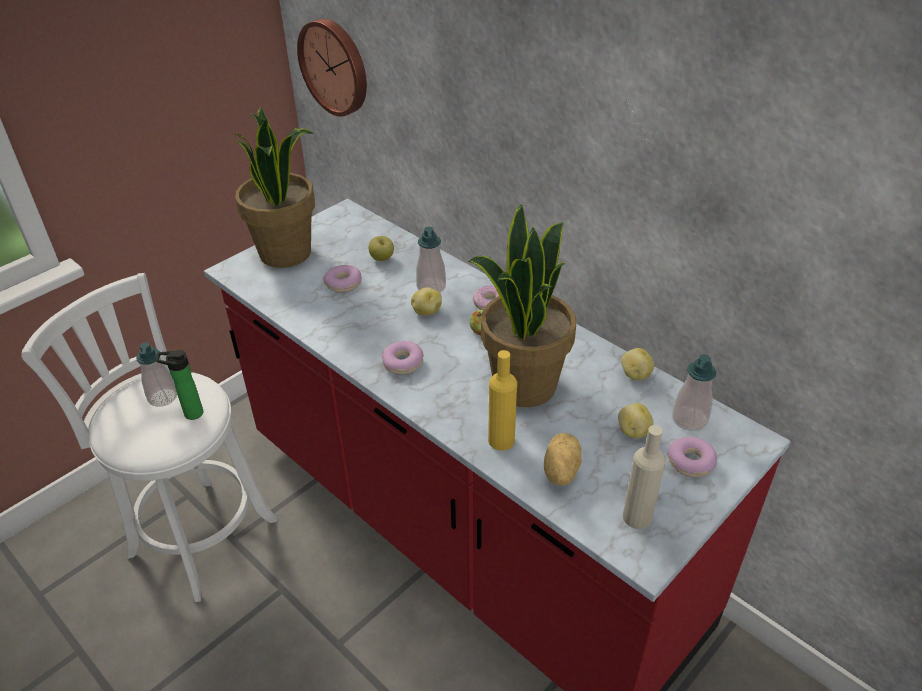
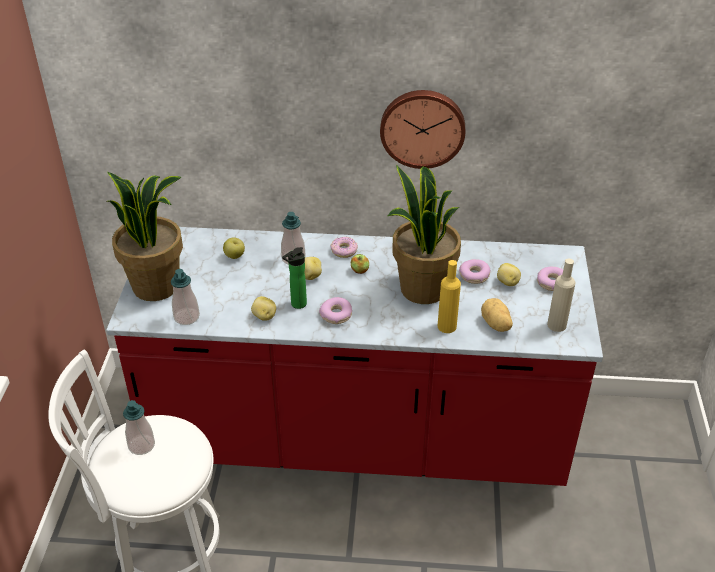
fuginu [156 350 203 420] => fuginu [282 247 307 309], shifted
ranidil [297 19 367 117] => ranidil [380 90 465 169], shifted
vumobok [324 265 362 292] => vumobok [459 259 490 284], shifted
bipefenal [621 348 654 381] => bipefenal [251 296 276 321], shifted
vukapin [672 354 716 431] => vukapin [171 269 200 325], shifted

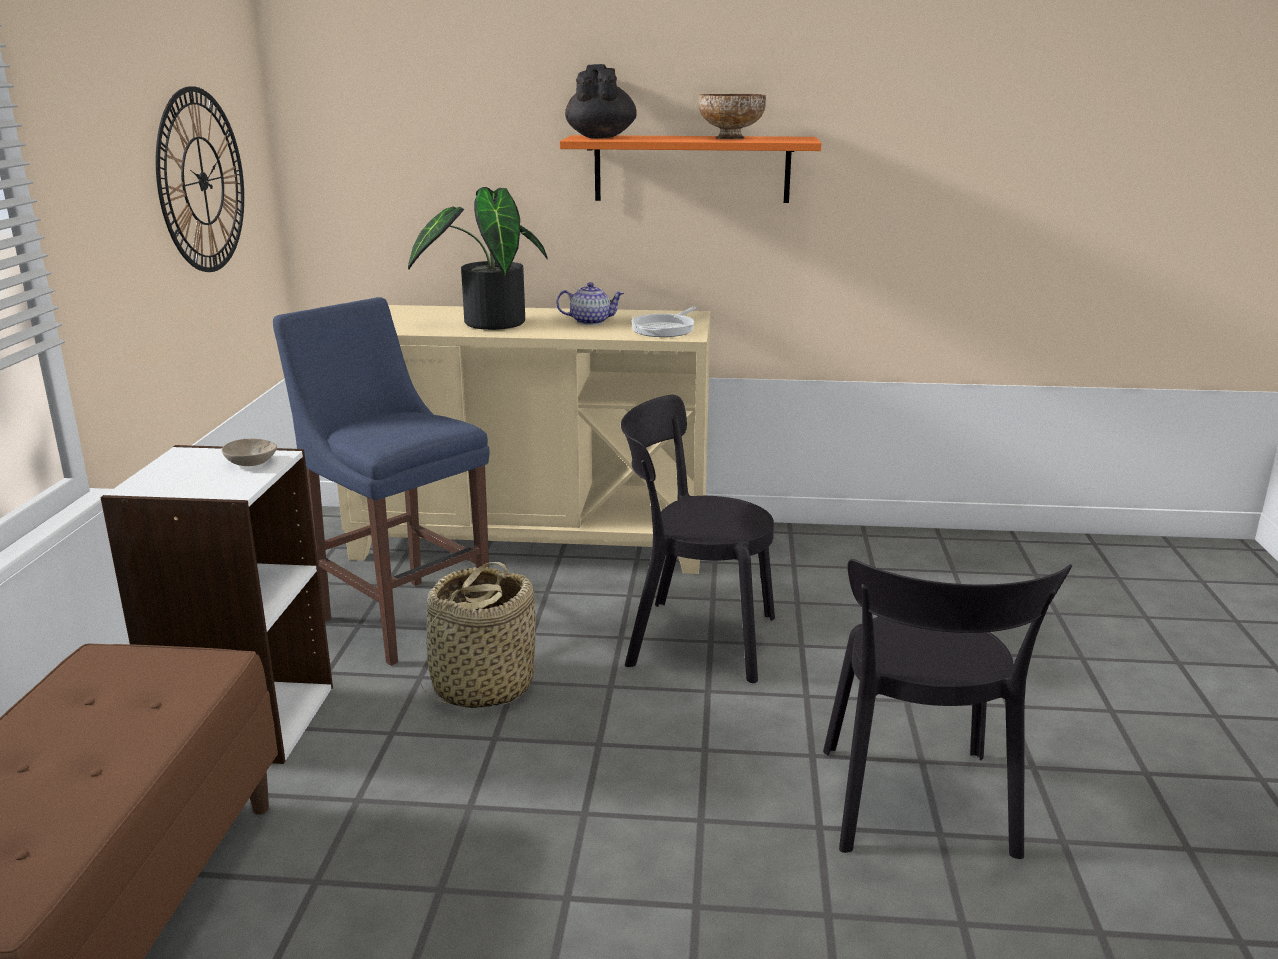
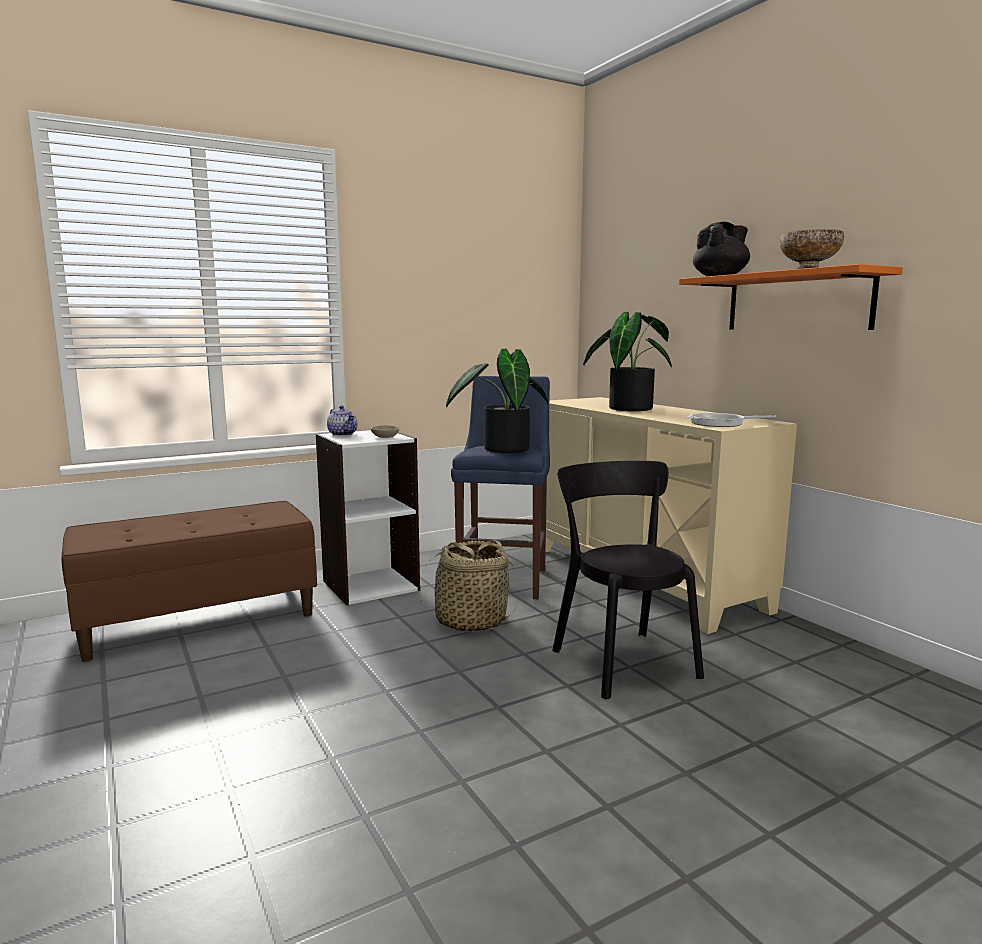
ranidil [156 86 244 272] => nothing
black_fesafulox [823 559 1072 859] => nothing
nothing => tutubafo [446 349 548 453]
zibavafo [556 282 624 325] => zibavafo [327 405 358 436], shifted

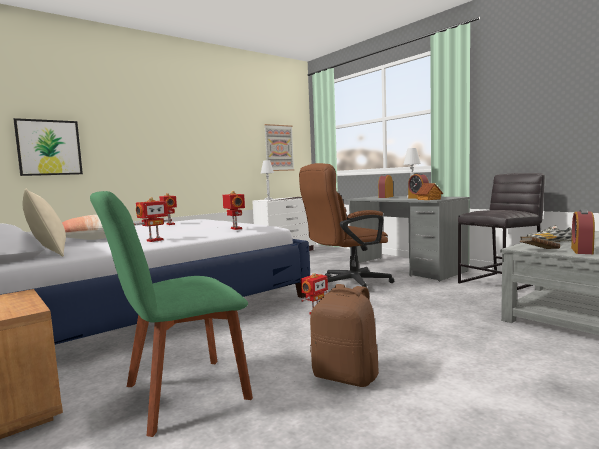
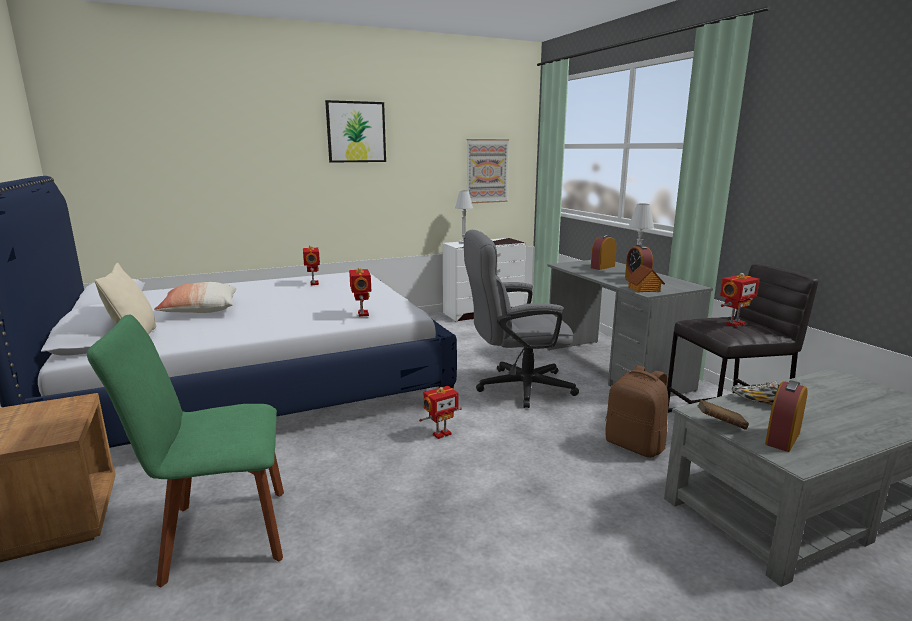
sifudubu [13 118 83 176] => sifudubu [325 100 386 163], shifted
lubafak [134 197 172 242] => lubafak [720 273 760 327], shifted
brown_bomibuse [310 284 379 387] => brown_bomibuse [605 365 668 458], shifted
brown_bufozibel [299 163 394 288] => grey_bufozibel [464 230 579 408]

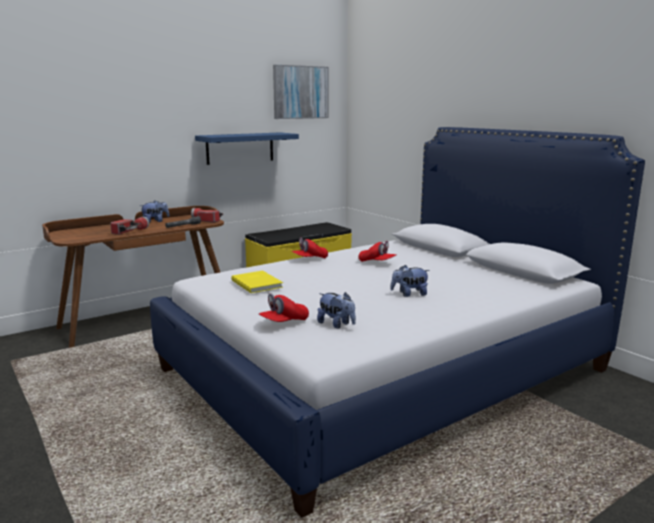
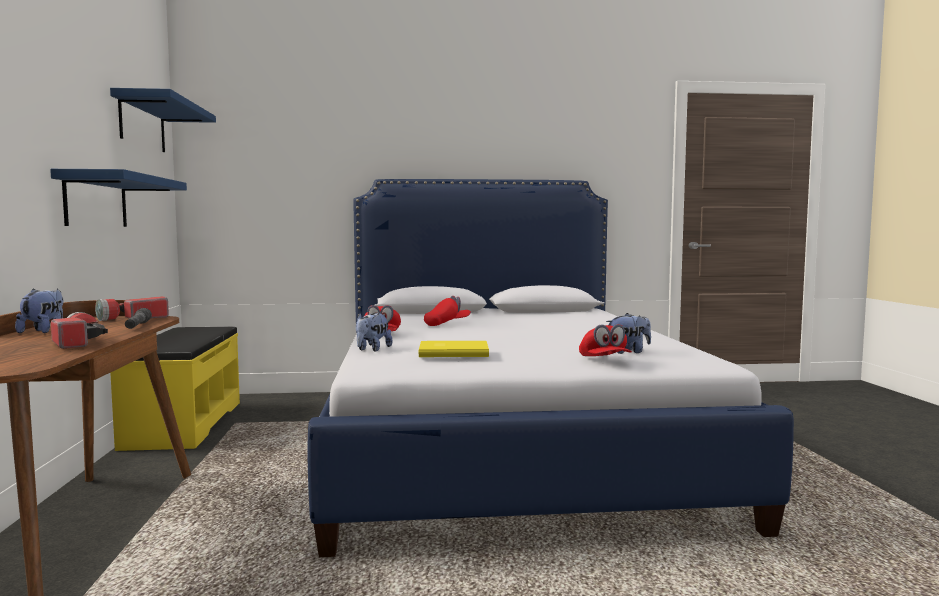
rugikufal [390 265 430 297] => rugikufal [356 313 393 352], shifted
sifudubu [273 65 329 119] => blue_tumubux [110 88 216 152]

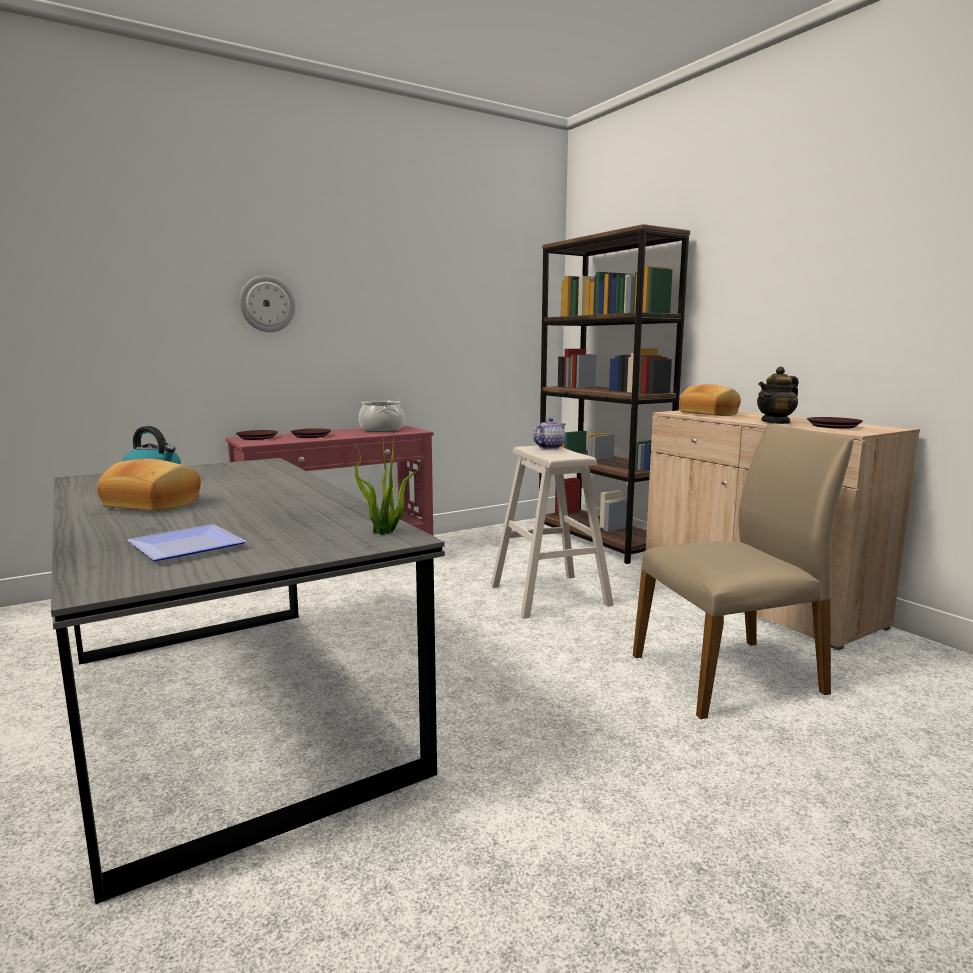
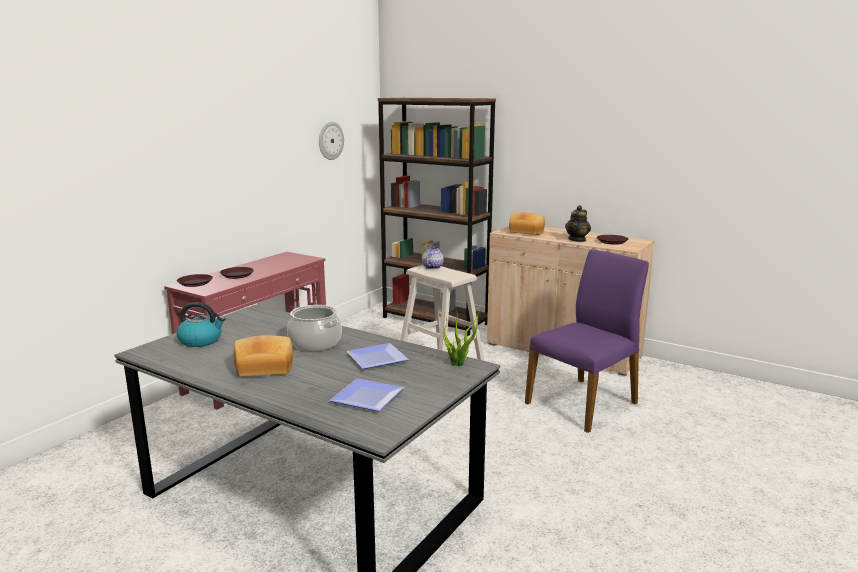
nothing => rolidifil [347 343 409 369]
ranidil [239 275 296 332] => ranidil [319 122 344 160], shifted
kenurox [359 401 404 432] => kenurox [287 305 342 351], shifted
beige_fesafulox [633 424 854 719] => purple_fesafulox [525 250 649 433]

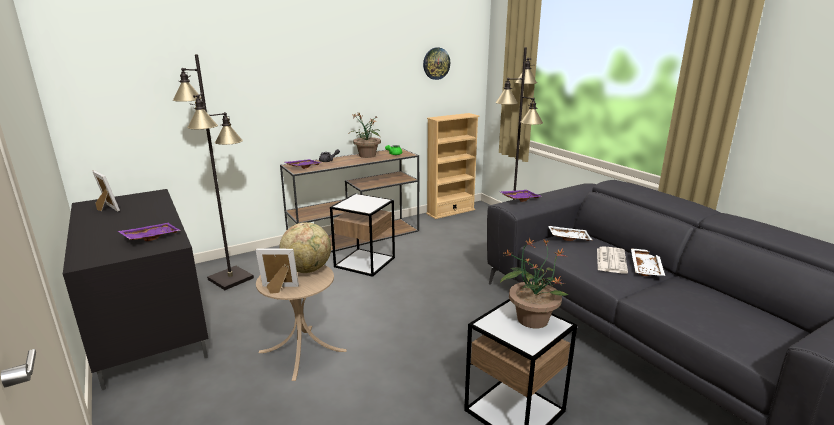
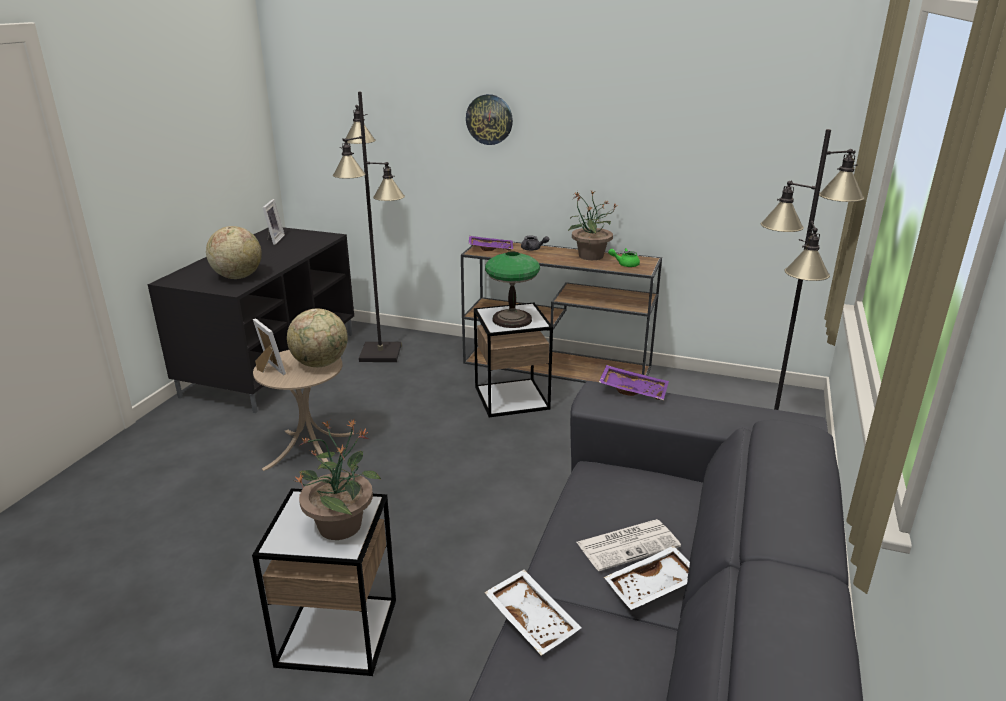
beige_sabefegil [426 113 479 219] => nothing
nothing => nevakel [485 251 540 328]
ranidil [423 47 450 80] => ranidil [466 94 513 145], shifted
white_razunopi [548 226 592 241] => white_razunopi [484 570 582 656], shifted
purple_razunopi [118 223 181 241] => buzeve [206 226 262 279]

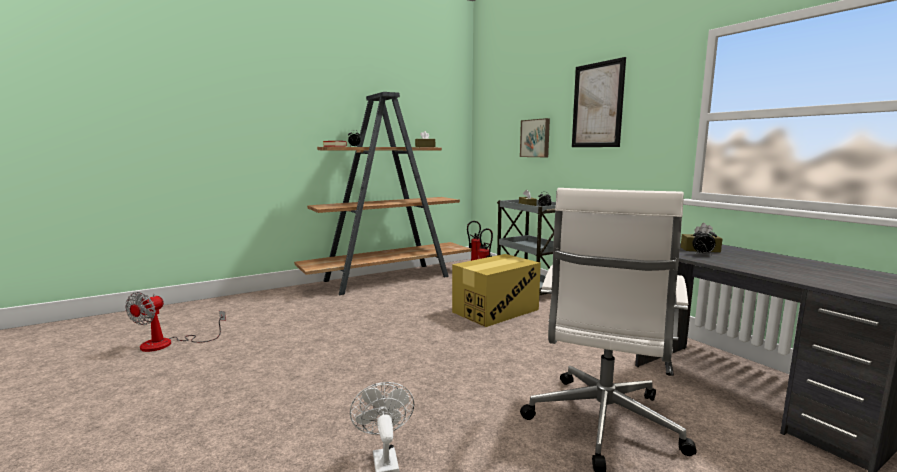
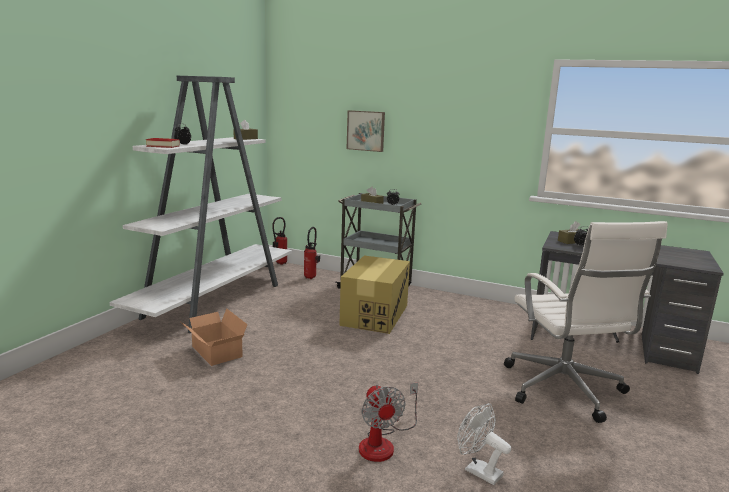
sifudubu [572 57 626 147] => nothing
nothing => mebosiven [181 309 248 366]
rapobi [125 292 226 352] => rapobi [359 382 418 462], shifted
brown_sabefegil [294 92 471 295] => white_sabefegil [110 76 292 333]

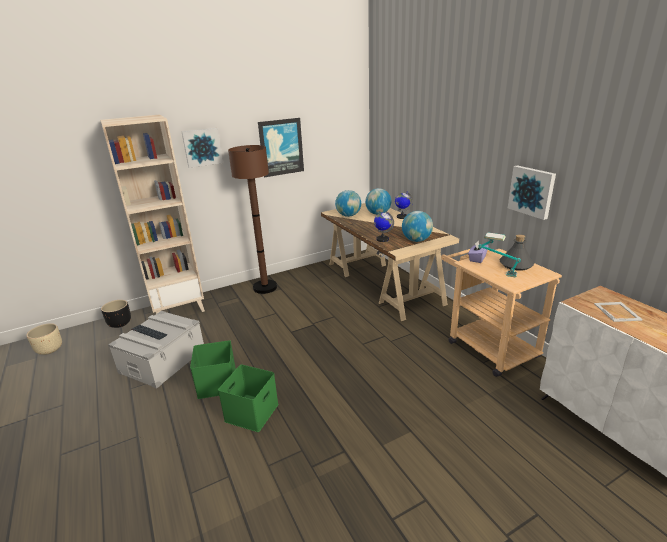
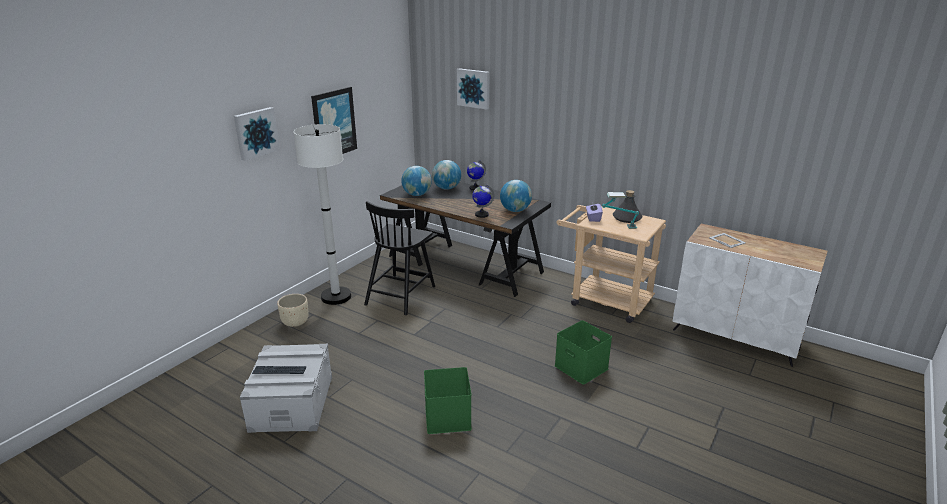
beige_sabefegil [100 114 205 314] => nothing
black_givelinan [101 300 131 328] => nothing
nothing => black_fesafulox [364 201 435 315]
beige_givelinan [26 323 62 355] => beige_givelinan [277 294 309 327], shifted
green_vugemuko [190 340 236 399] => green_vugemuko [555 320 612 385], shifted
sifudubu [508 165 556 220] => sifudubu [457 68 490 110], shifted
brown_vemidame [228 145 277 294] => white_vemidame [293 124 351 305]
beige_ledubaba [321 203 459 321] => black_ledubaba [380 176 551 297]

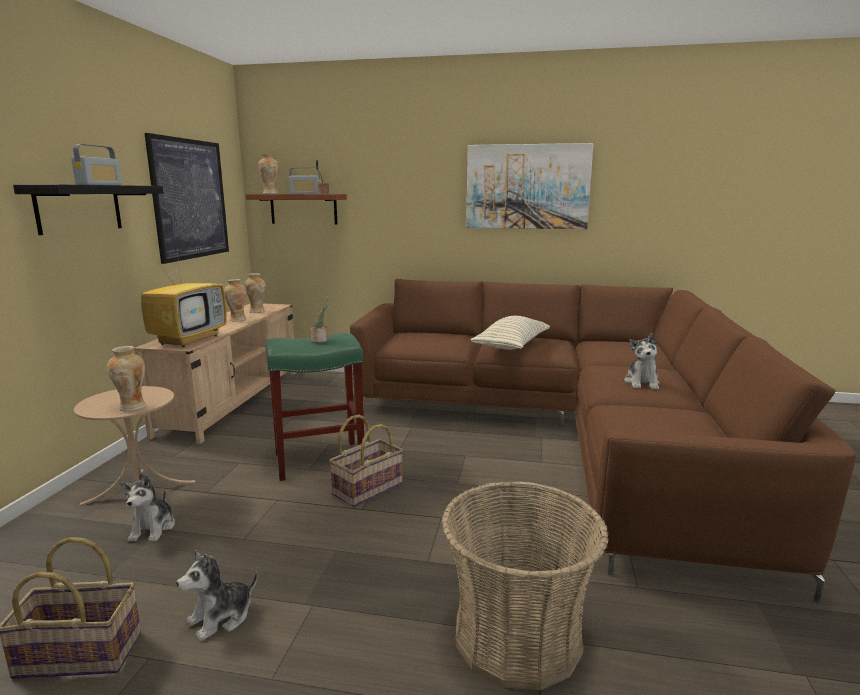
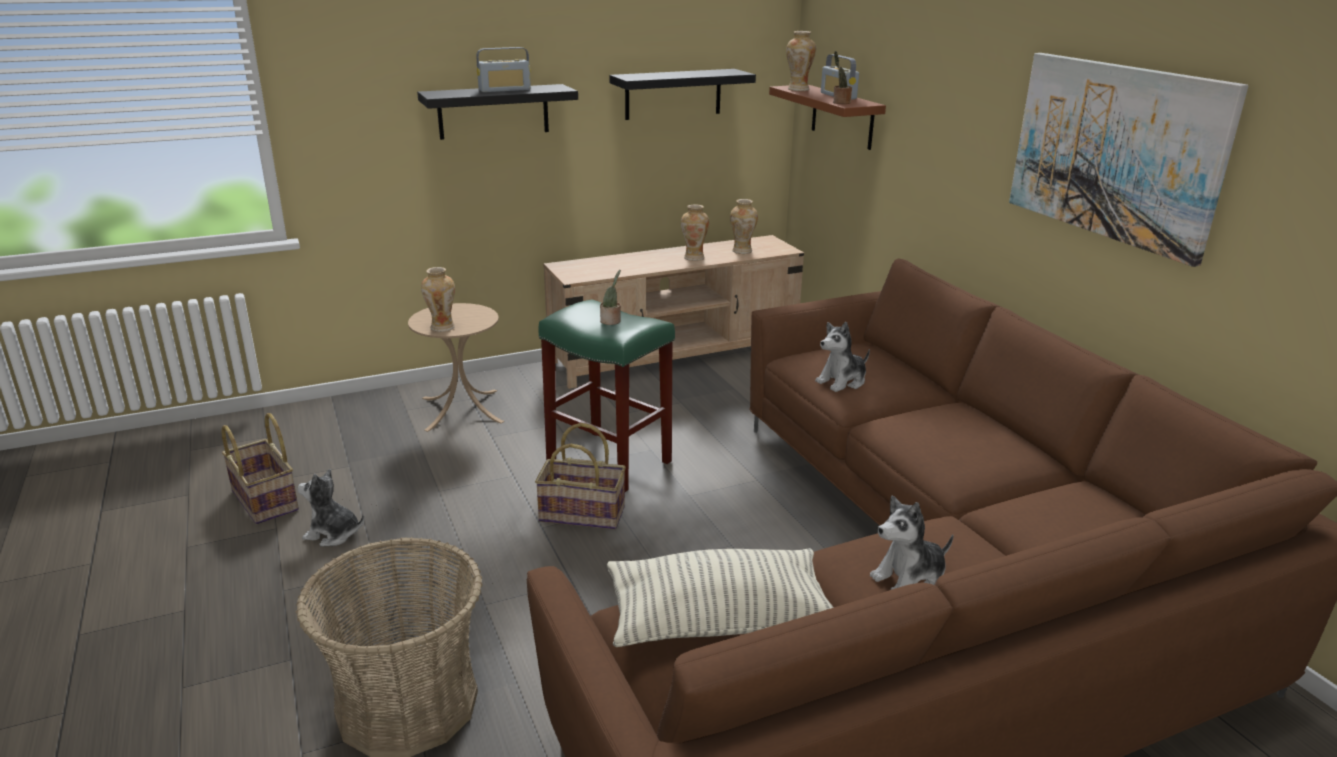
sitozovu [141 245 227 347] => nothing
rugikufal [121 475 175 541] => rugikufal [815 322 870 392], shifted
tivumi [471 316 550 350] => tivumi [607 548 834 647], shifted
sifudubu [144 133 229 264] => black_tumubux [609 69 756 120]

